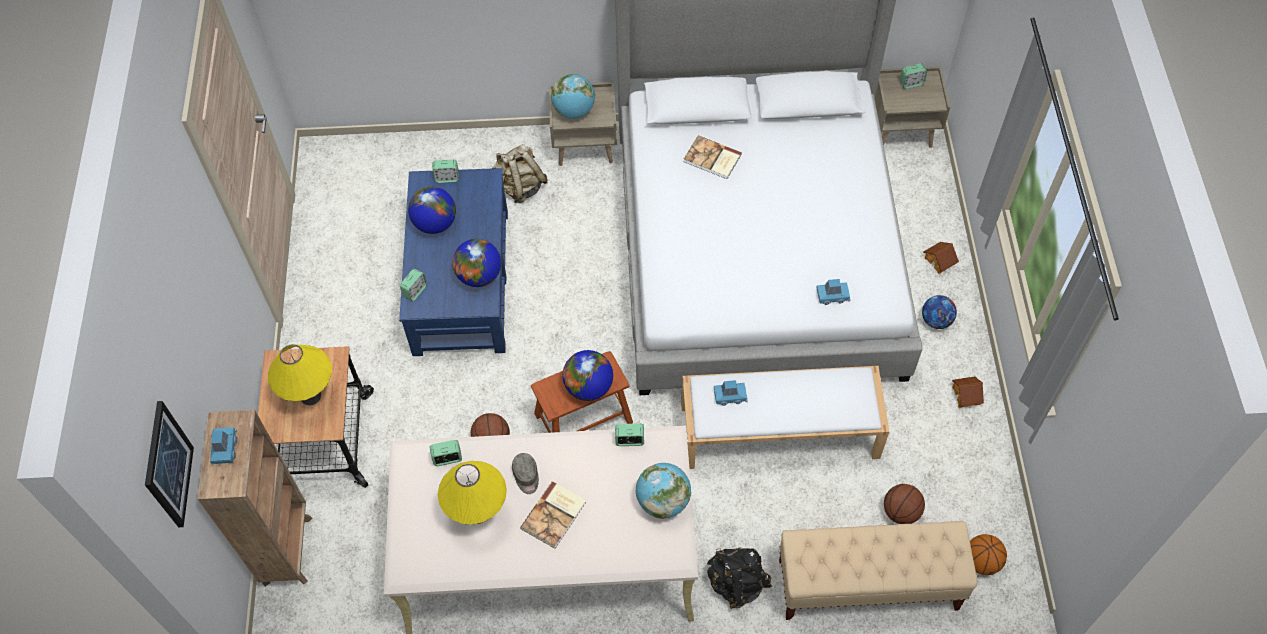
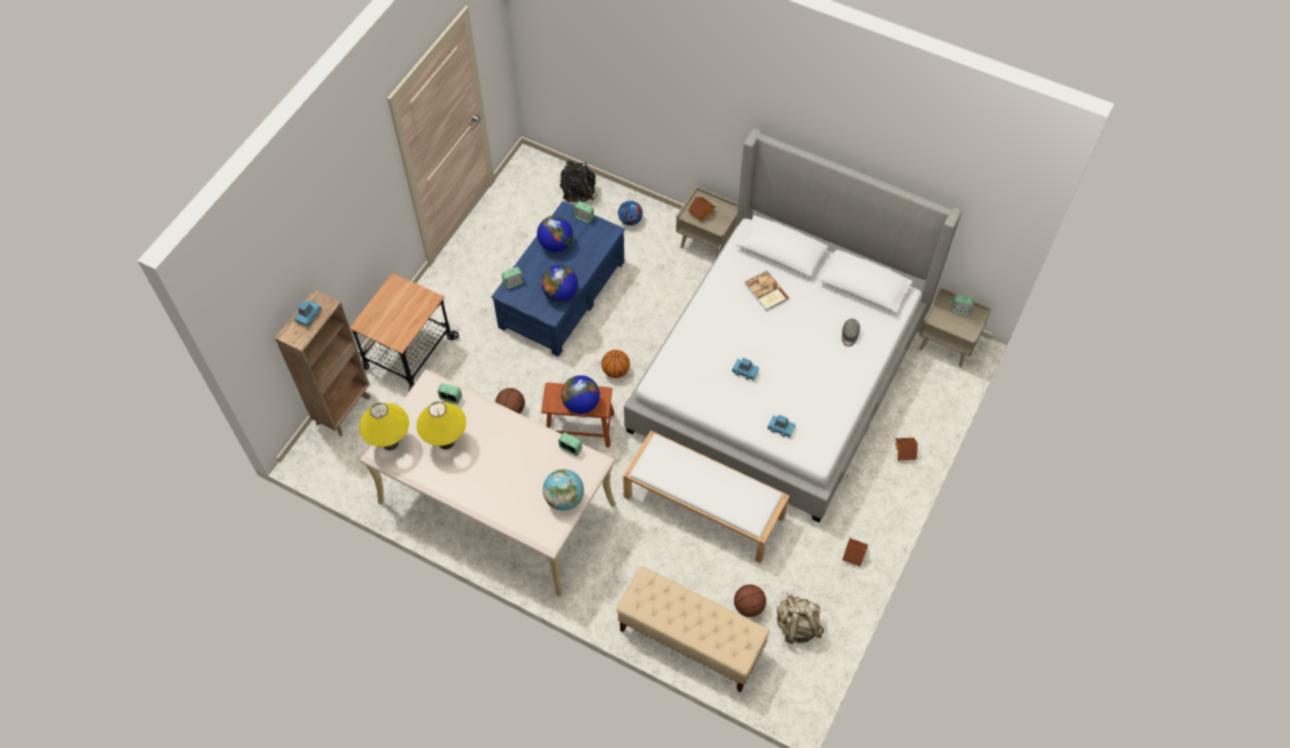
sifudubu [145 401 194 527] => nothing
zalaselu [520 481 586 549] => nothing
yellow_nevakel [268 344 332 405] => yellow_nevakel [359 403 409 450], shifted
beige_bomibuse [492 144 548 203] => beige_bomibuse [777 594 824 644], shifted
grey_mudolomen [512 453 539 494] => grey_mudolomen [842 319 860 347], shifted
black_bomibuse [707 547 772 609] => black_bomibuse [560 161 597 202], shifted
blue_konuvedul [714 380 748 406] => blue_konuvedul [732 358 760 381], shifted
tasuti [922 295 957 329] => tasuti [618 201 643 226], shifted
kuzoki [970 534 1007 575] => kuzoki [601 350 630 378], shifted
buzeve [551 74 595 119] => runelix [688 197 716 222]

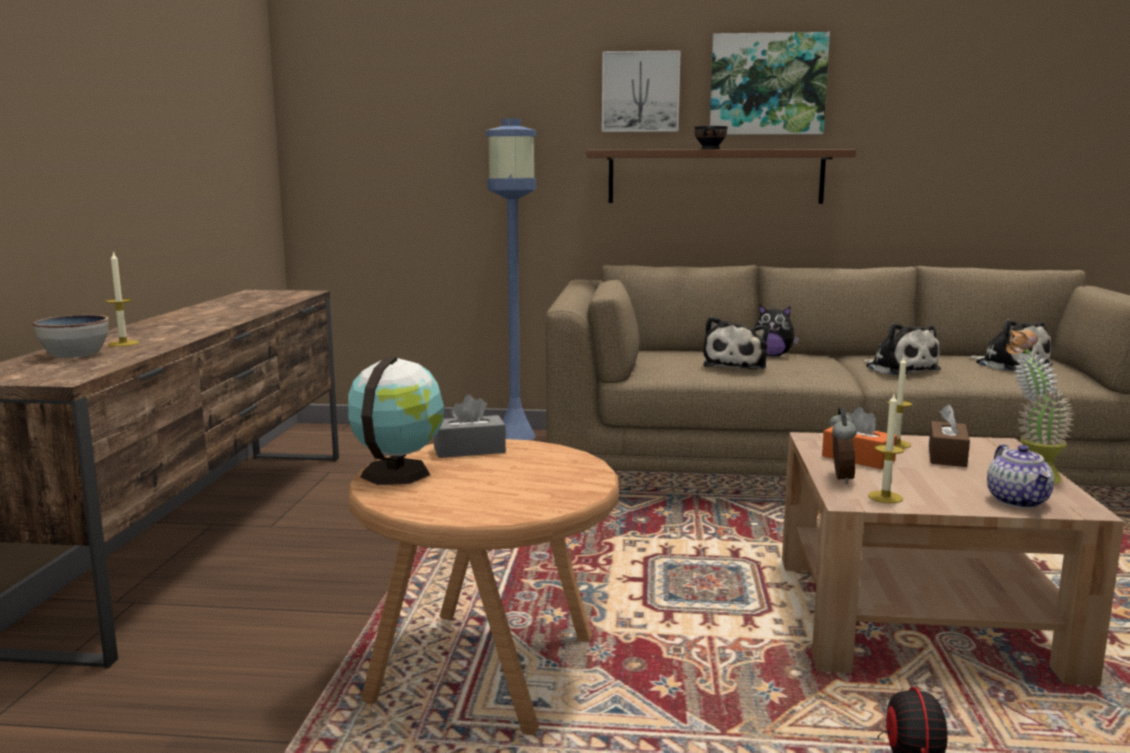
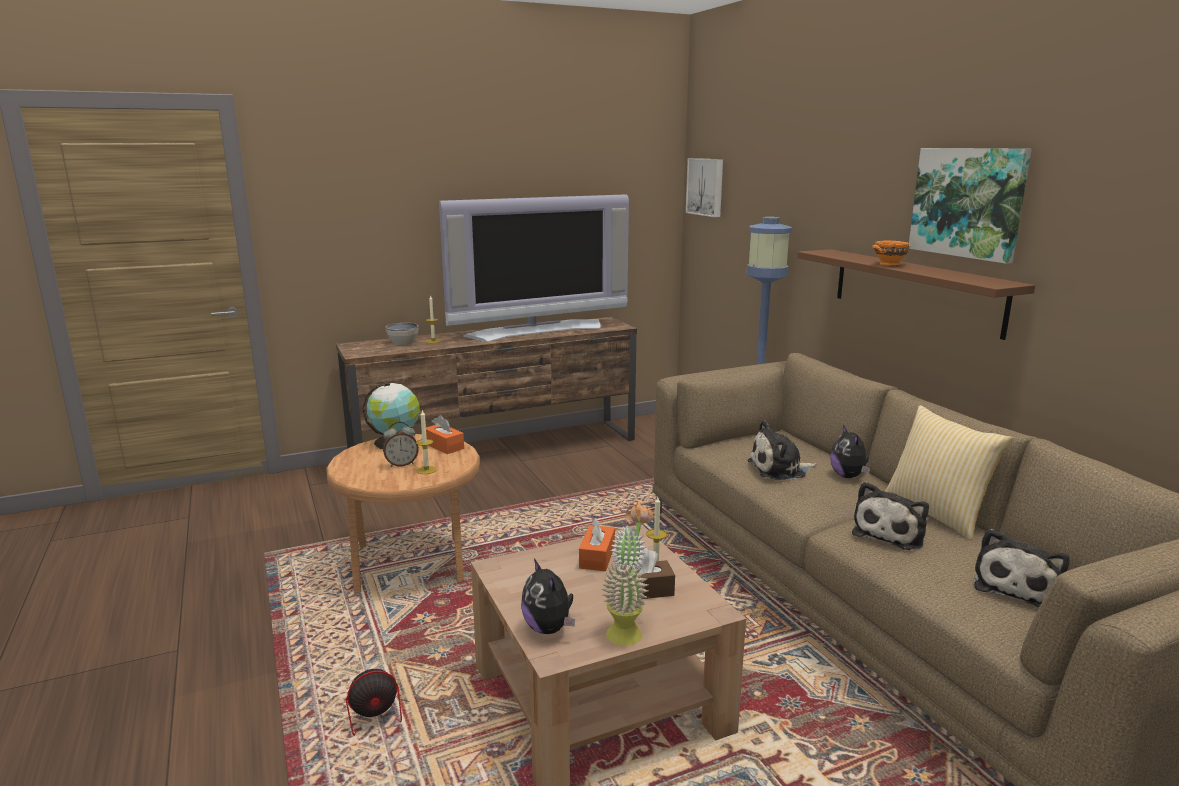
nothing => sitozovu [439 194 629 342]
nothing => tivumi [885 405 1013 541]
sifudubu [602 50 681 132] => sifudubu [686 158 723 217], shifted
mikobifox [829 407 857 484] => mikobifox [383 421 419 467], shifted
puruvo [868 394 905 503] => puruvo [416 410 437 474], shifted
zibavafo [987 444 1054 508] => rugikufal [521 559 575 634]
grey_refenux [434 395 506 458] => orange_refenux [426 415 464 454]
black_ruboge [694 126 728 150] => orange_ruboge [872 241 911 266]

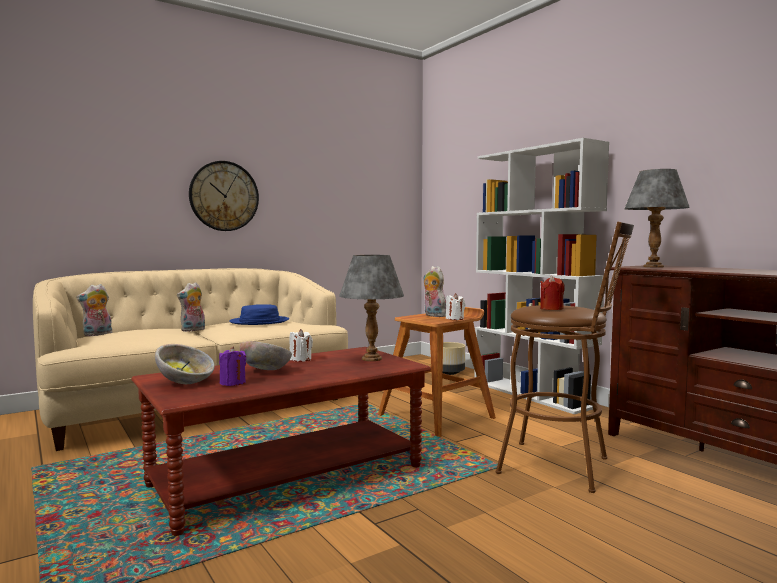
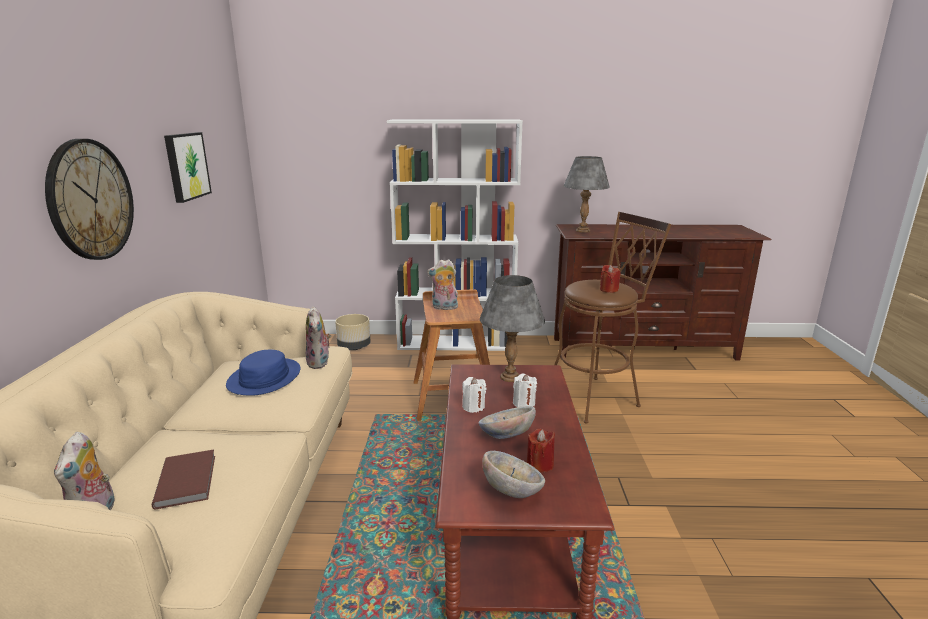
nothing => brown_zalaselu [152 450 215 510]
nothing => sifudubu [164 132 212 203]
rugikufal [177 282 205 332] => rugikufal [306 306 331 369], shifted
white_puruvo [446 293 465 320] => white_puruvo [513 374 537 407], shifted
purple_puruvo [219 346 246 386] => red_puruvo [527 429 555 472]

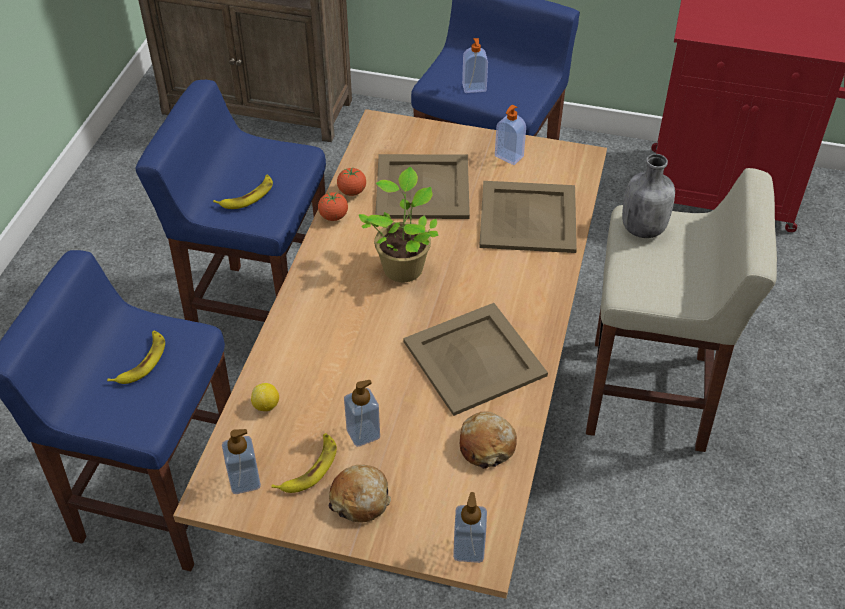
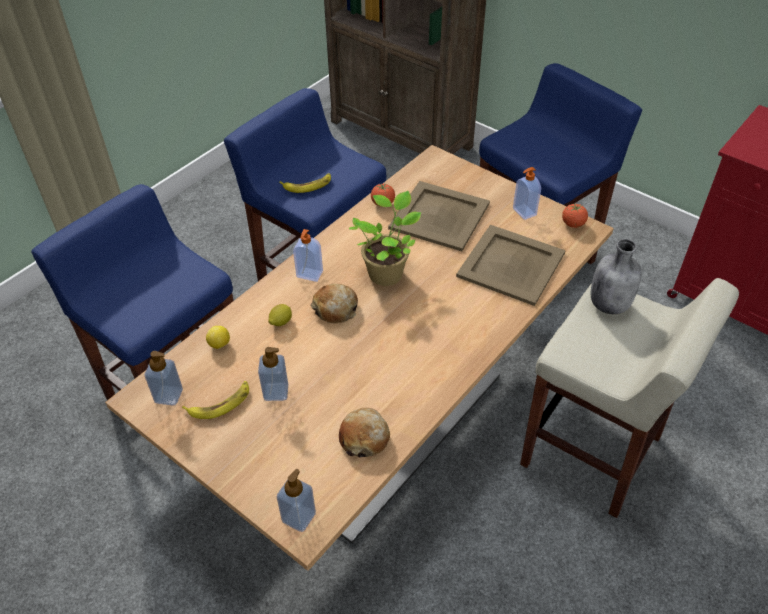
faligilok [107 331 165 384] => nothing
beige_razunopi [403 303 548 416] => nothing
nothing => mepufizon [268 304 292 326]
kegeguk [318 192 348 221] => kegeguk [562 203 588 228], shifted
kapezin [329 465 391 523] => kapezin [311 284 358 324], shifted
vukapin [462 38 488 93] => vukapin [293 229 323 282], shifted

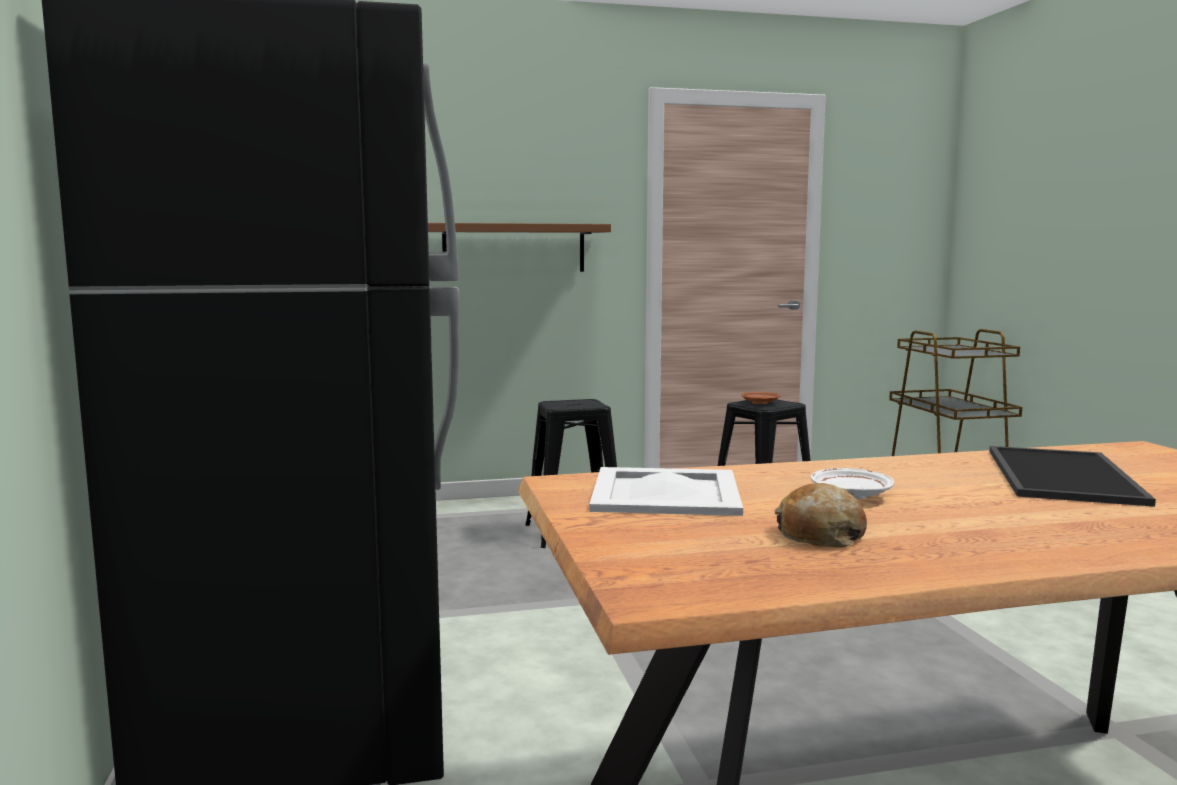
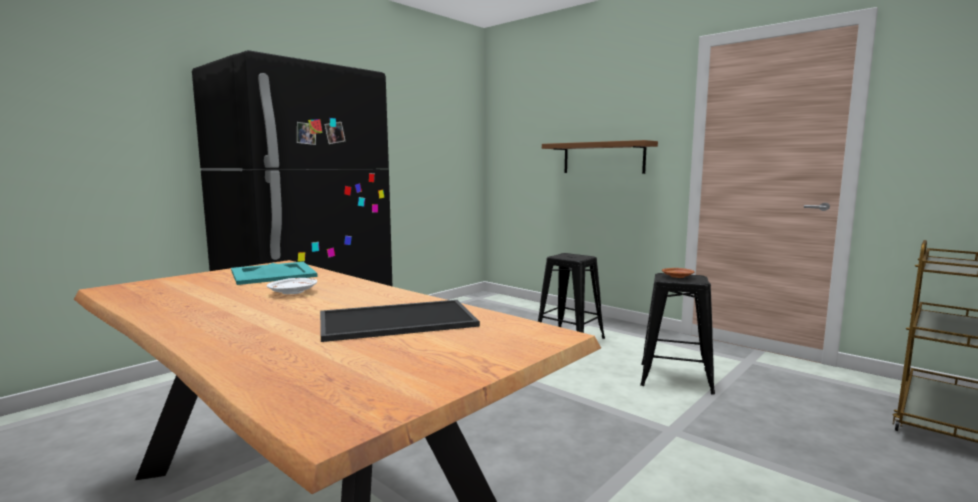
kapezin [774 483 867 547] => nothing
white_razunopi [589 467 743 516] => turquoise_razunopi [231 262 318 285]

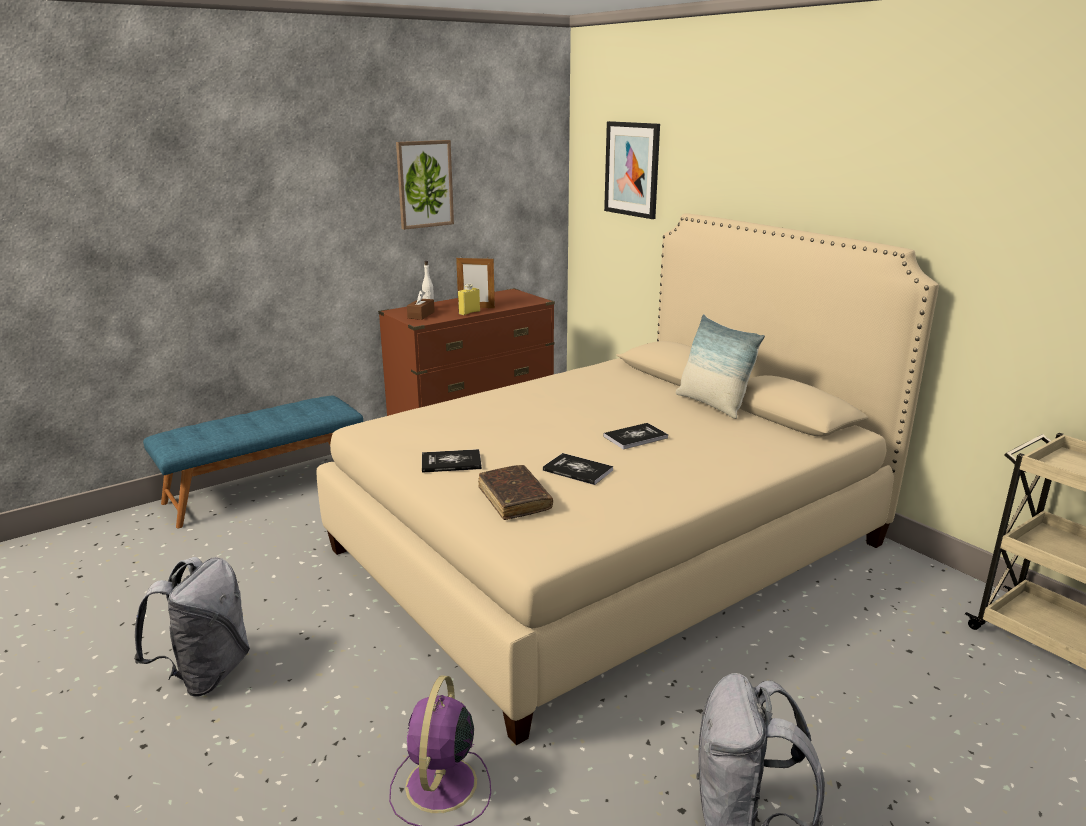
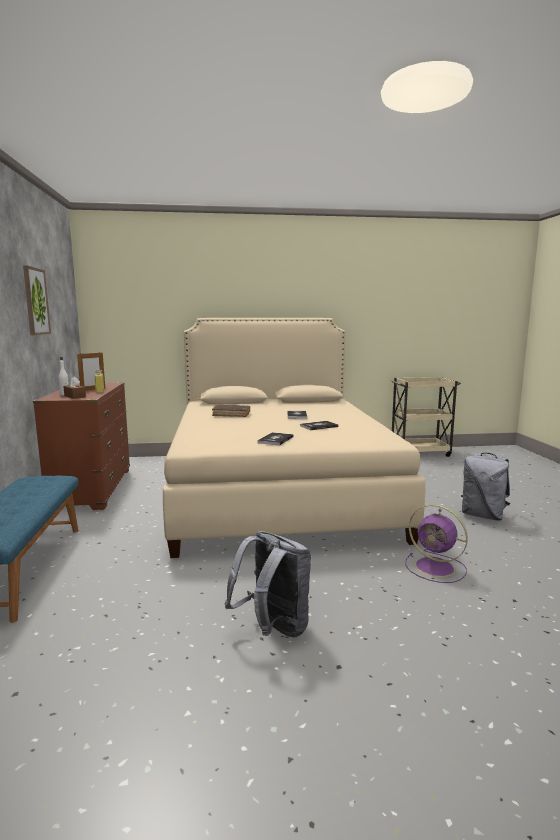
sifudubu [604 121 660 219] => nothing
tivumi [676 314 765 419] => nothing
brown_zalaselu [478 465 553 520] => brown_zalaselu [212 404 250 417], shifted

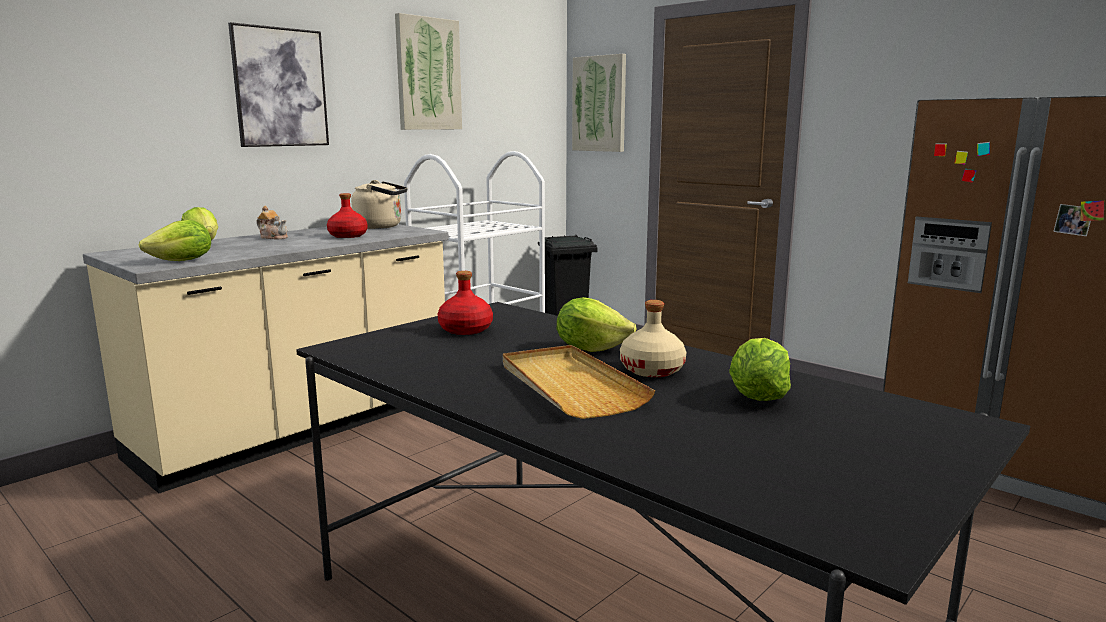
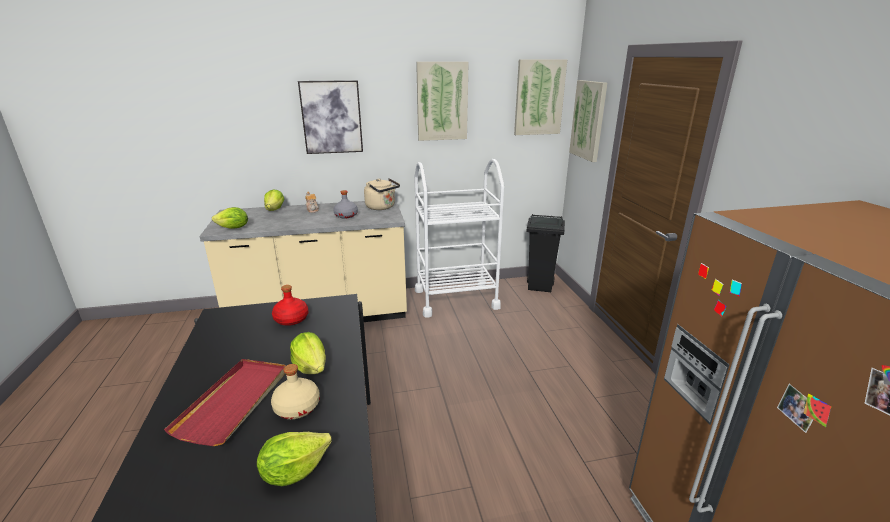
nothing => sifudubu [514 59 567 135]
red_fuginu [327 193 368 238] => grey_fuginu [333 190 358 219]
beige_razunopi [503 345 655 419] => red_razunopi [164 359 286 446]

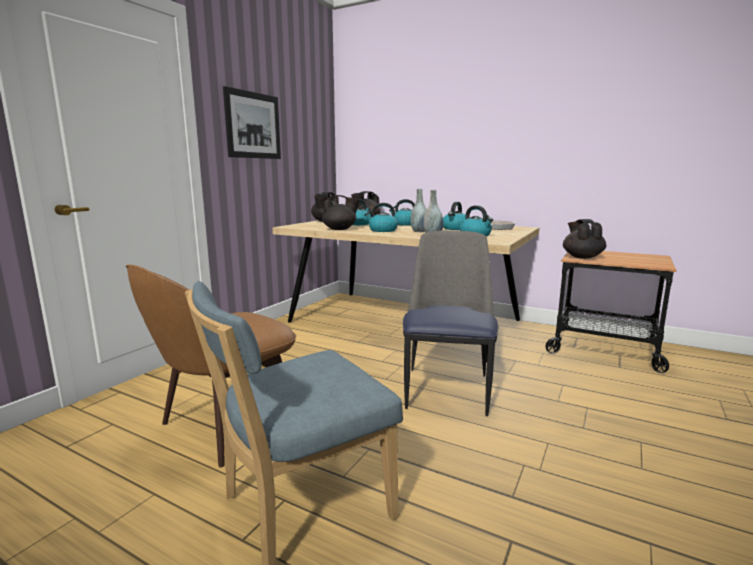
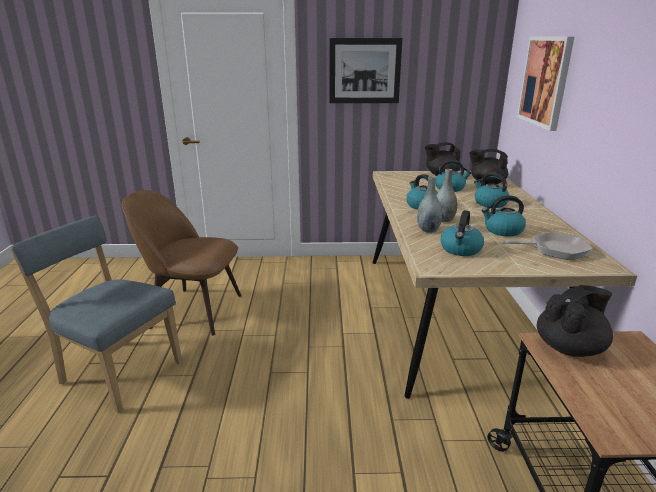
black_zibavafo [322 195 360 230] => nothing
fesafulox [403 230 498 416] => nothing
nothing => sifudubu [517 36 574 131]

